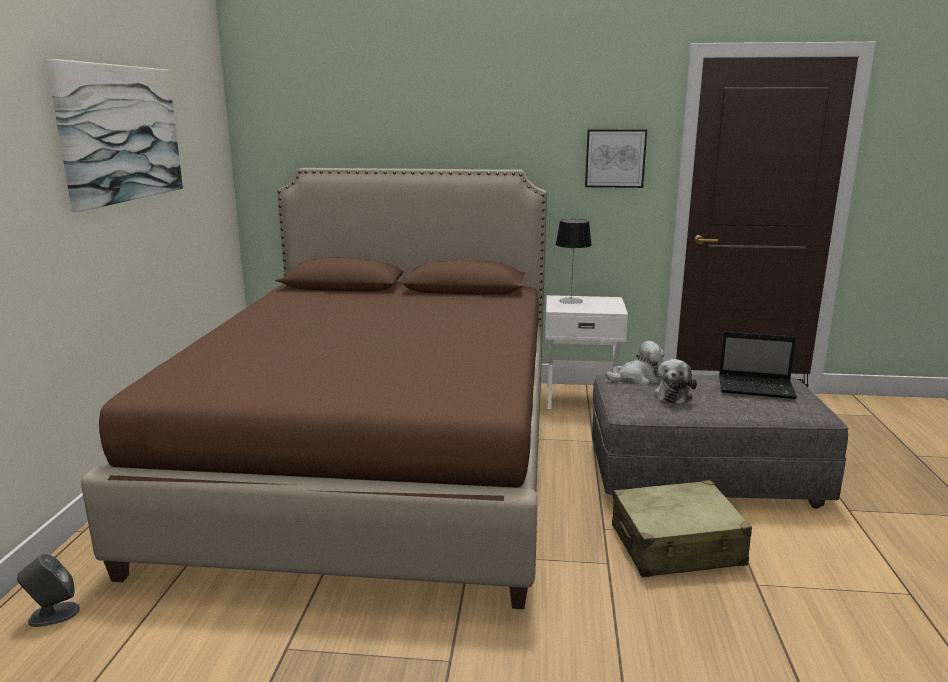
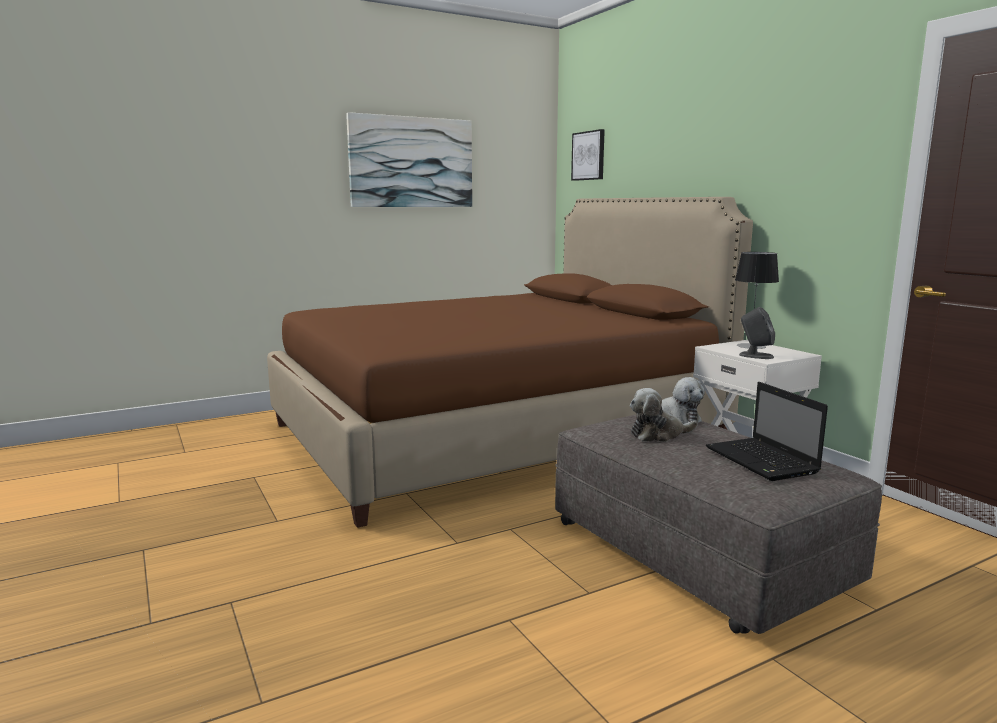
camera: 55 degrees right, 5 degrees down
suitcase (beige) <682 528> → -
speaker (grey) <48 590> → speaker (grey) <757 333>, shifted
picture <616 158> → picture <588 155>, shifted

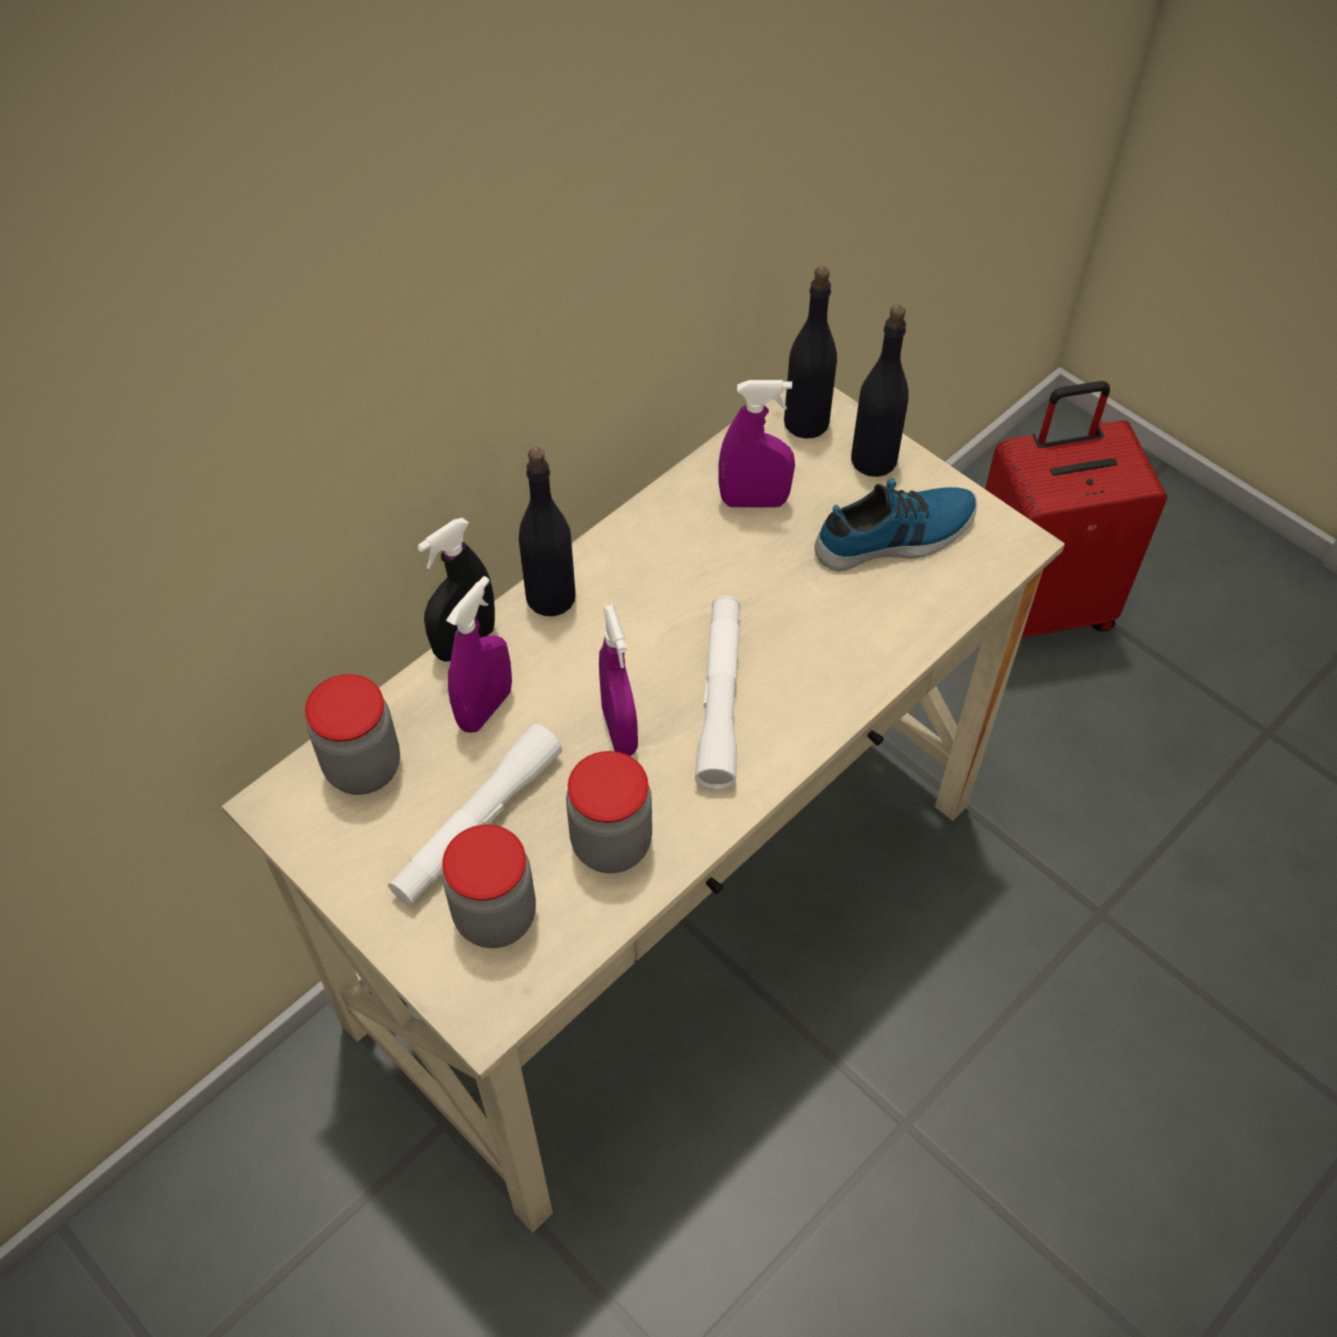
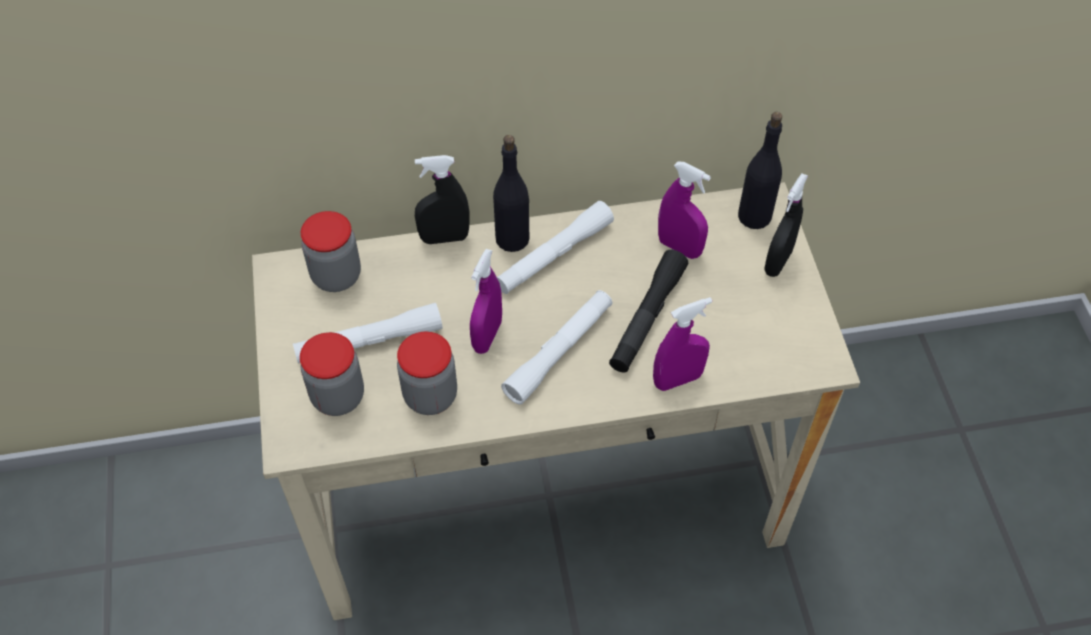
camera: 35 degrees right, 0 degrees up
shoe <895 524> → -
suitcase (red) <1076 509> → -
- → flashlight (white) <555 247>
- → flashlight (black) <648 311>
spray bottle (purple) <479 654> → spray bottle (purple) <682 344>, shifted
bottle (black) <879 391> → spray bottle (black) <786 225>

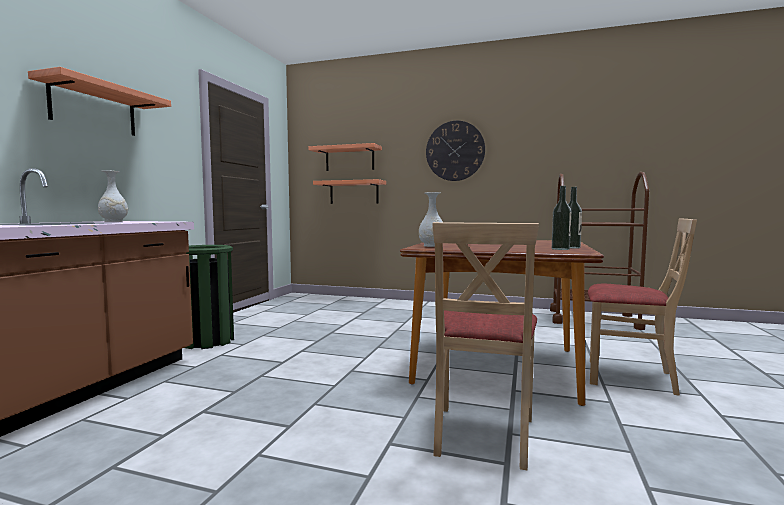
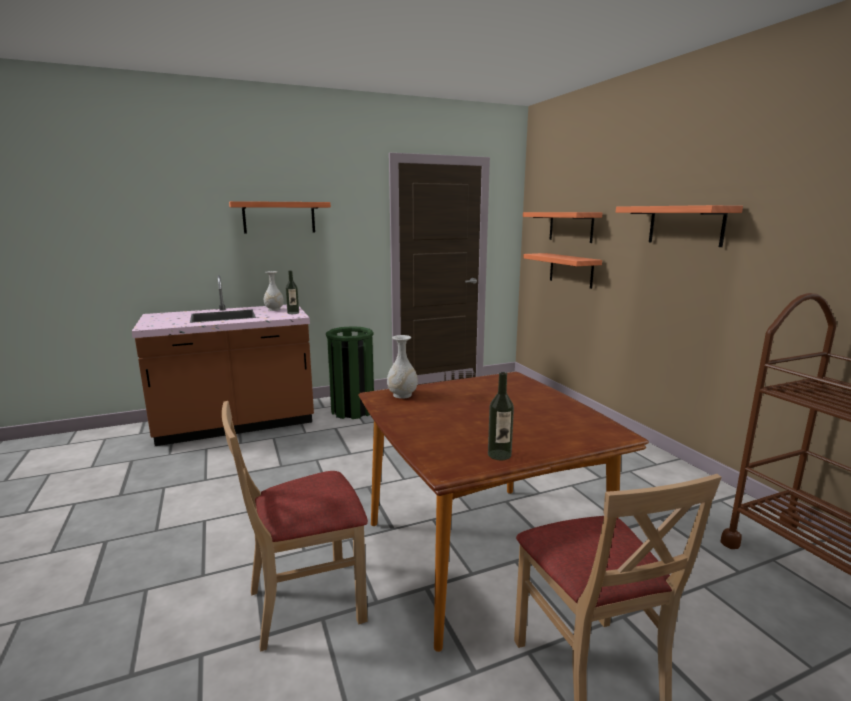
camera: 50 degrees right, 10 degrees up
bottle <561 218> → bottle <292 292>, shifted
wall clock <455 151> → shelf <679 226>

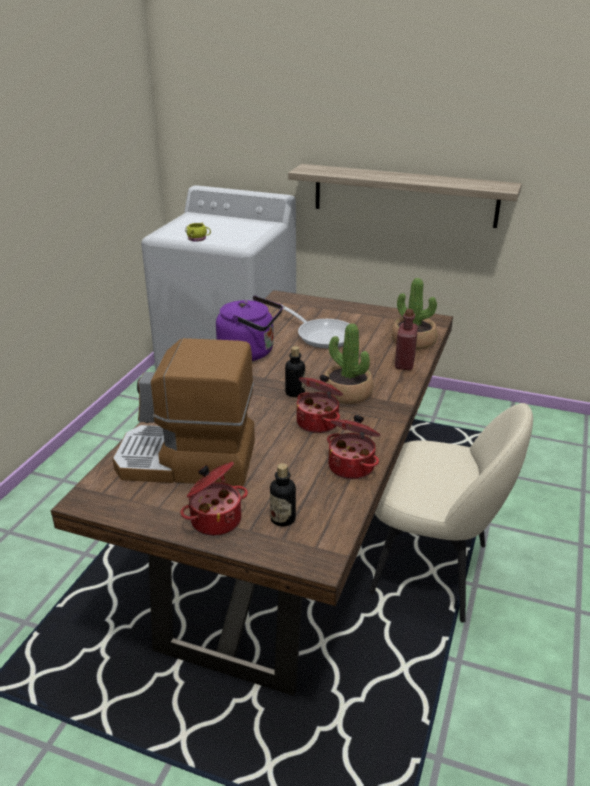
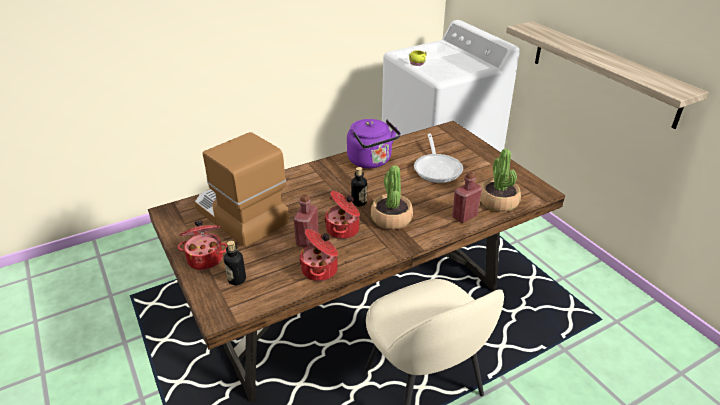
camera: 40 degrees right, 5 degrees up
- → bottle (red) <306 221>

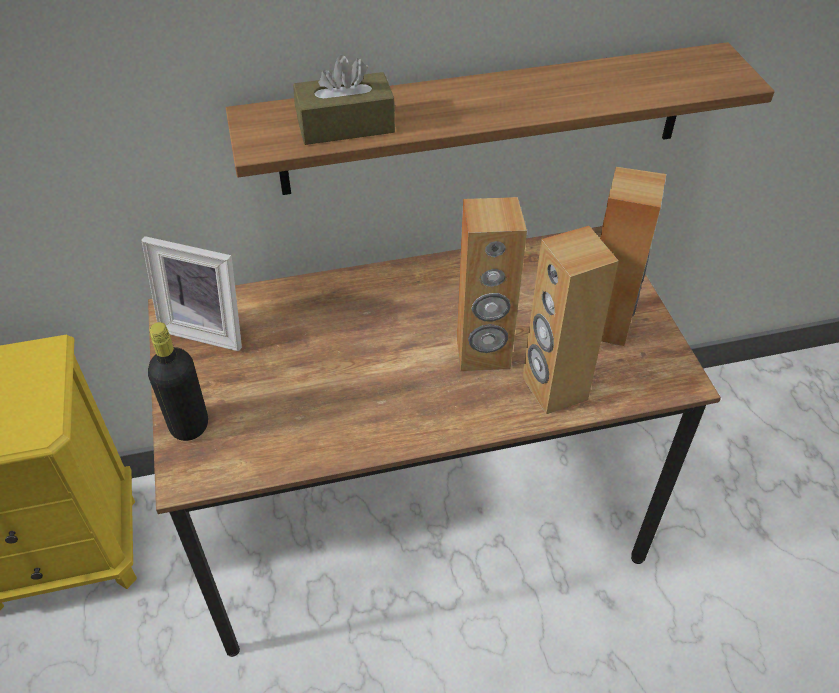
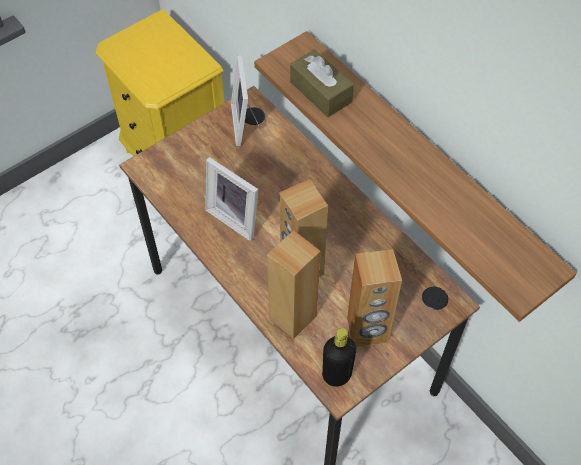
camera: 65 degrees right, 10 degrees up
- → picture frame <231 199>
bottle (black) <178 381> → bottle (black) <339 357>, shifted

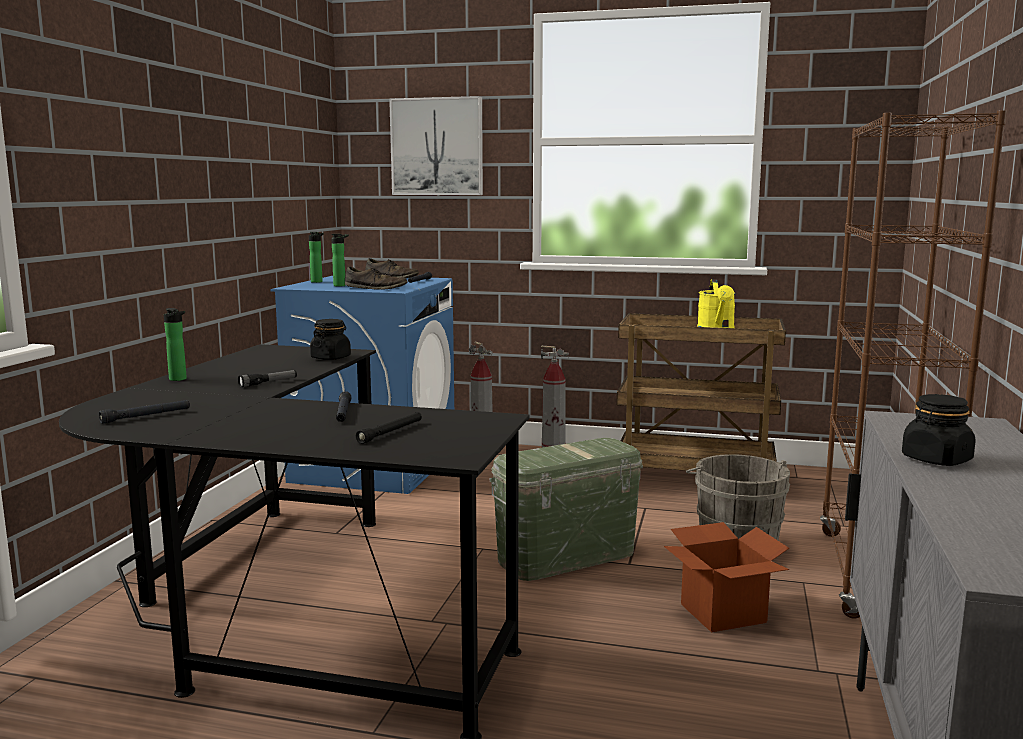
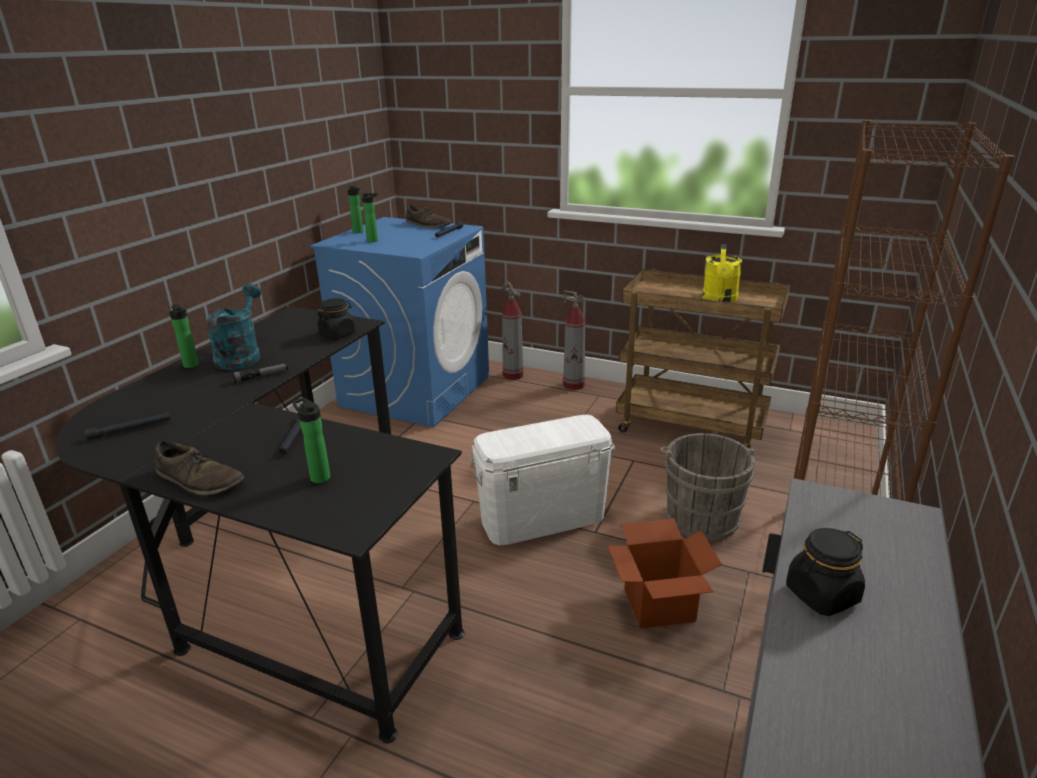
camera: 10 degrees right, 15 degrees up
picture <436 145> → -
- → watering can (turquoise) <233 327>
shoe (brown) <376 277> → shoe (brown) <199 467>, shifted
flashlight (black) <389 428> → bottle <311 440>
storage box (green) <566 509> → storage box (white) <542 480>

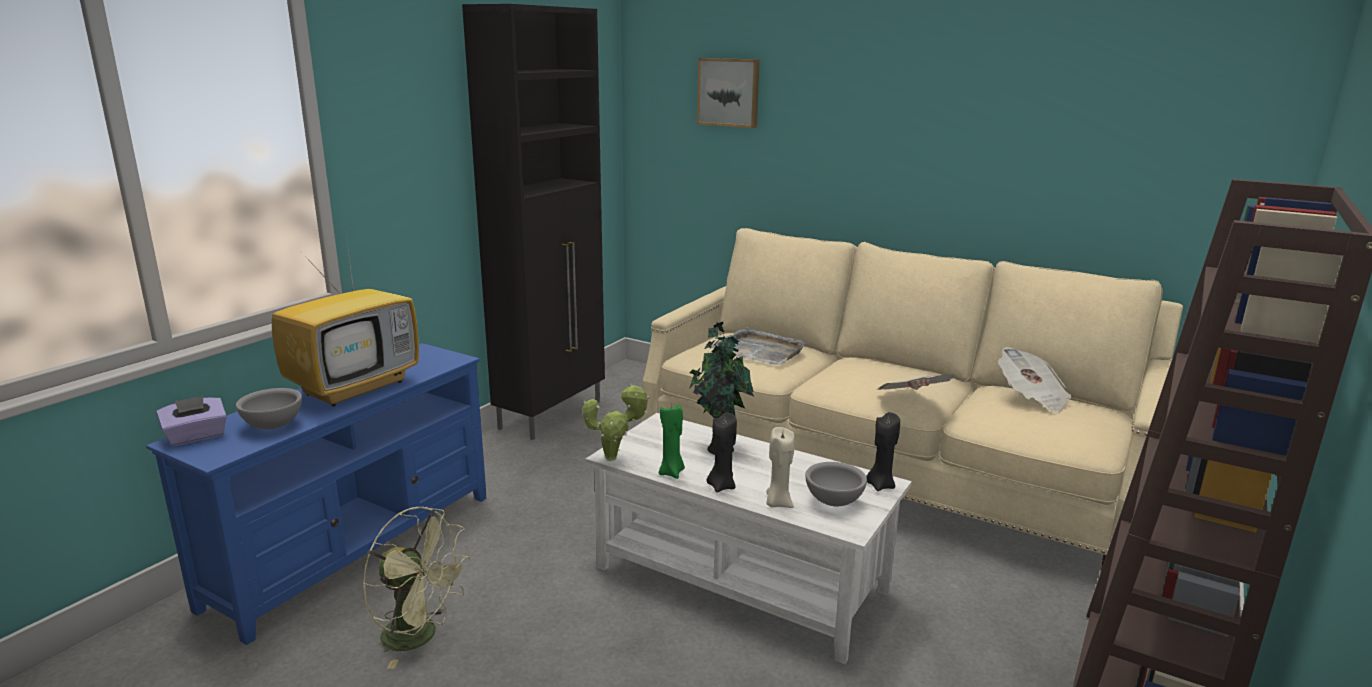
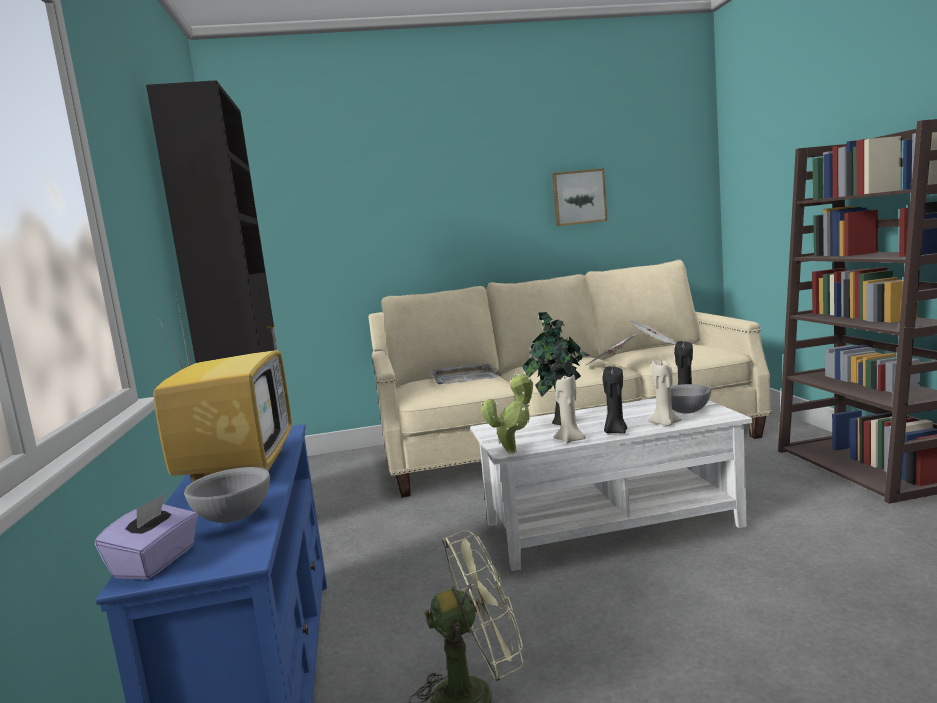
camera: 40 degrees left, 10 degrees down
picture <728 93> → picture <579 197>, shifted
candle (green) <672 441> → candle (beige) <570 409>

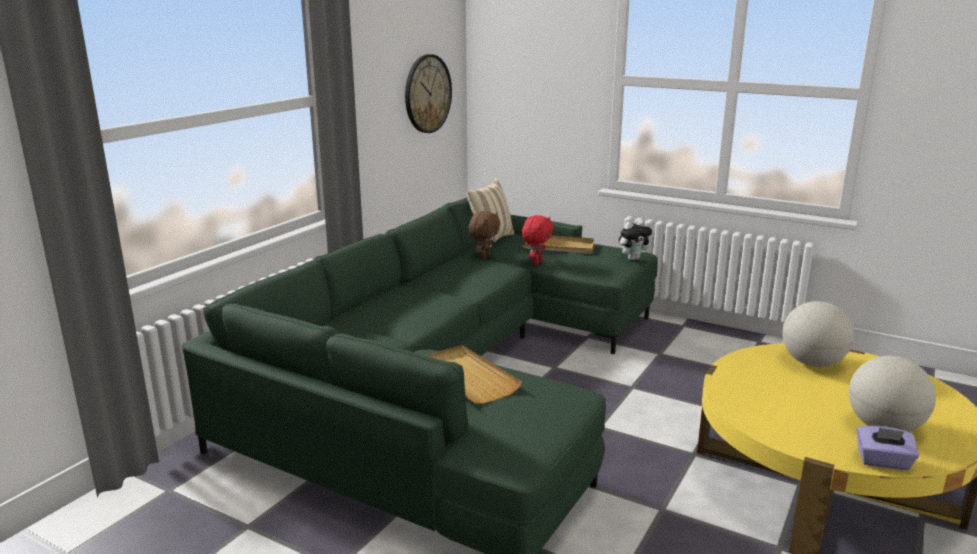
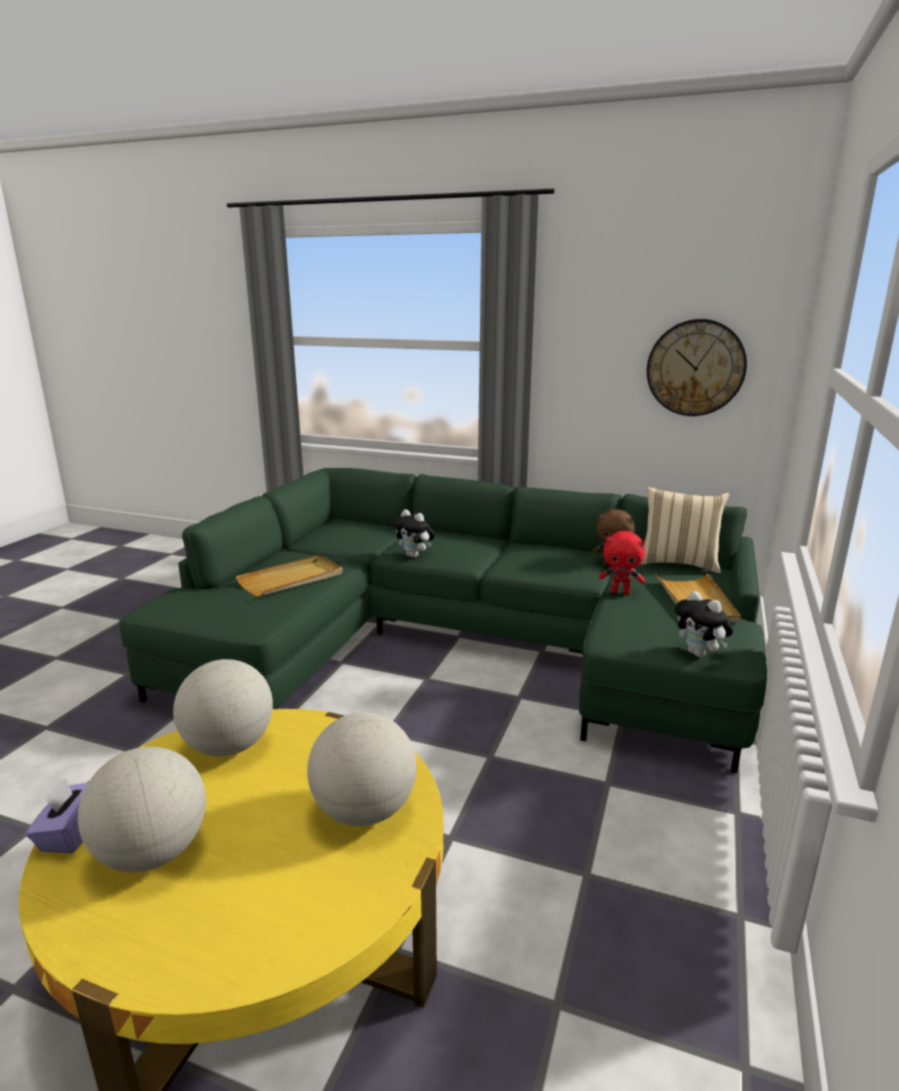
camera: 80 degrees right, 0 degrees up
- → globe <223 708>
- → plush toy <413 533>

